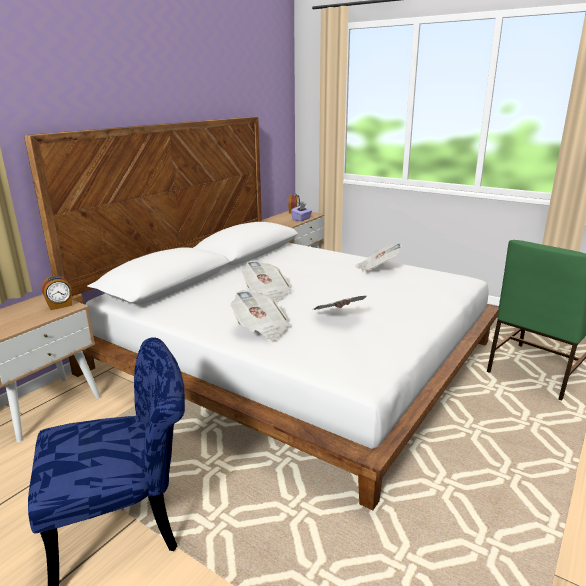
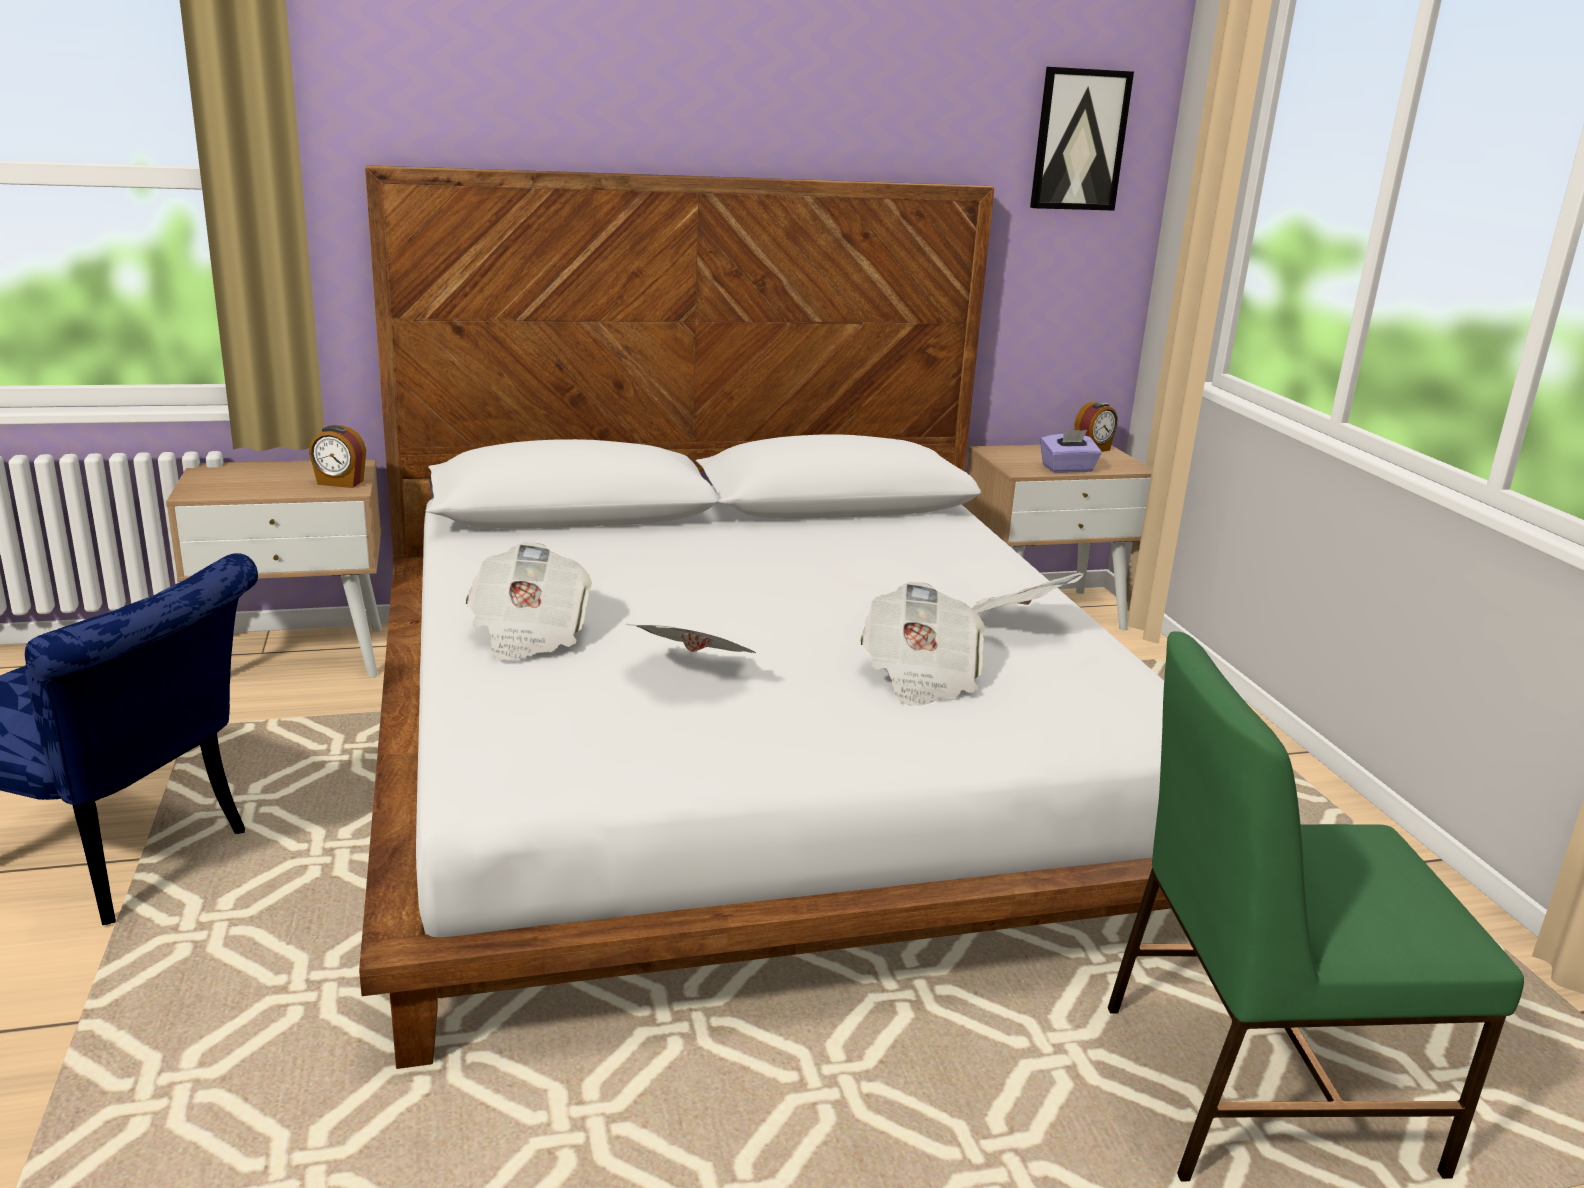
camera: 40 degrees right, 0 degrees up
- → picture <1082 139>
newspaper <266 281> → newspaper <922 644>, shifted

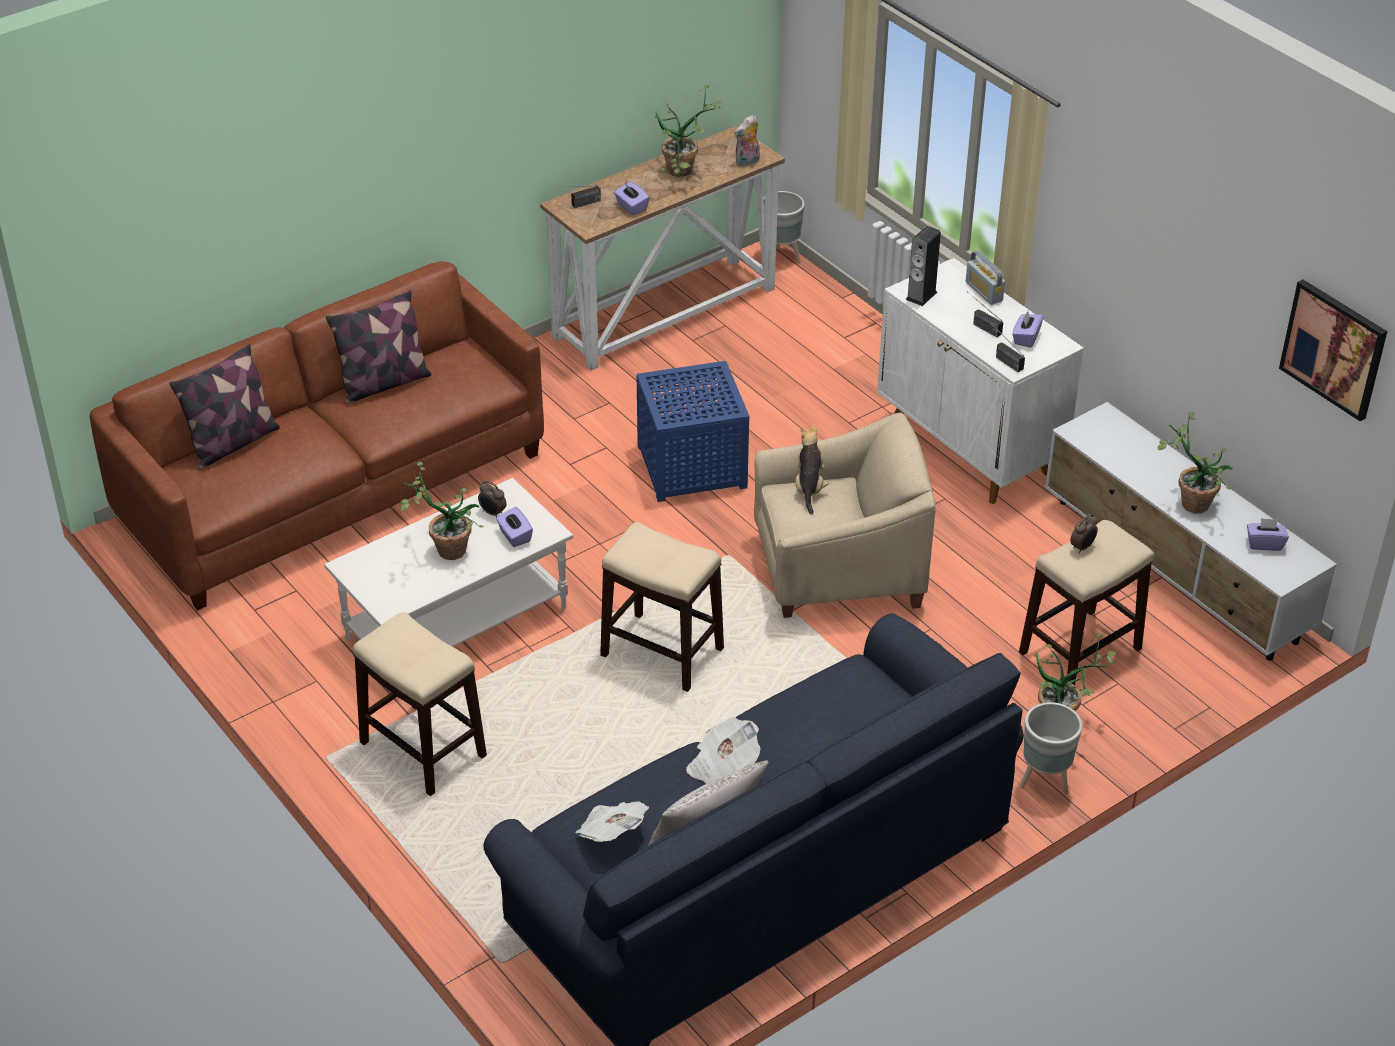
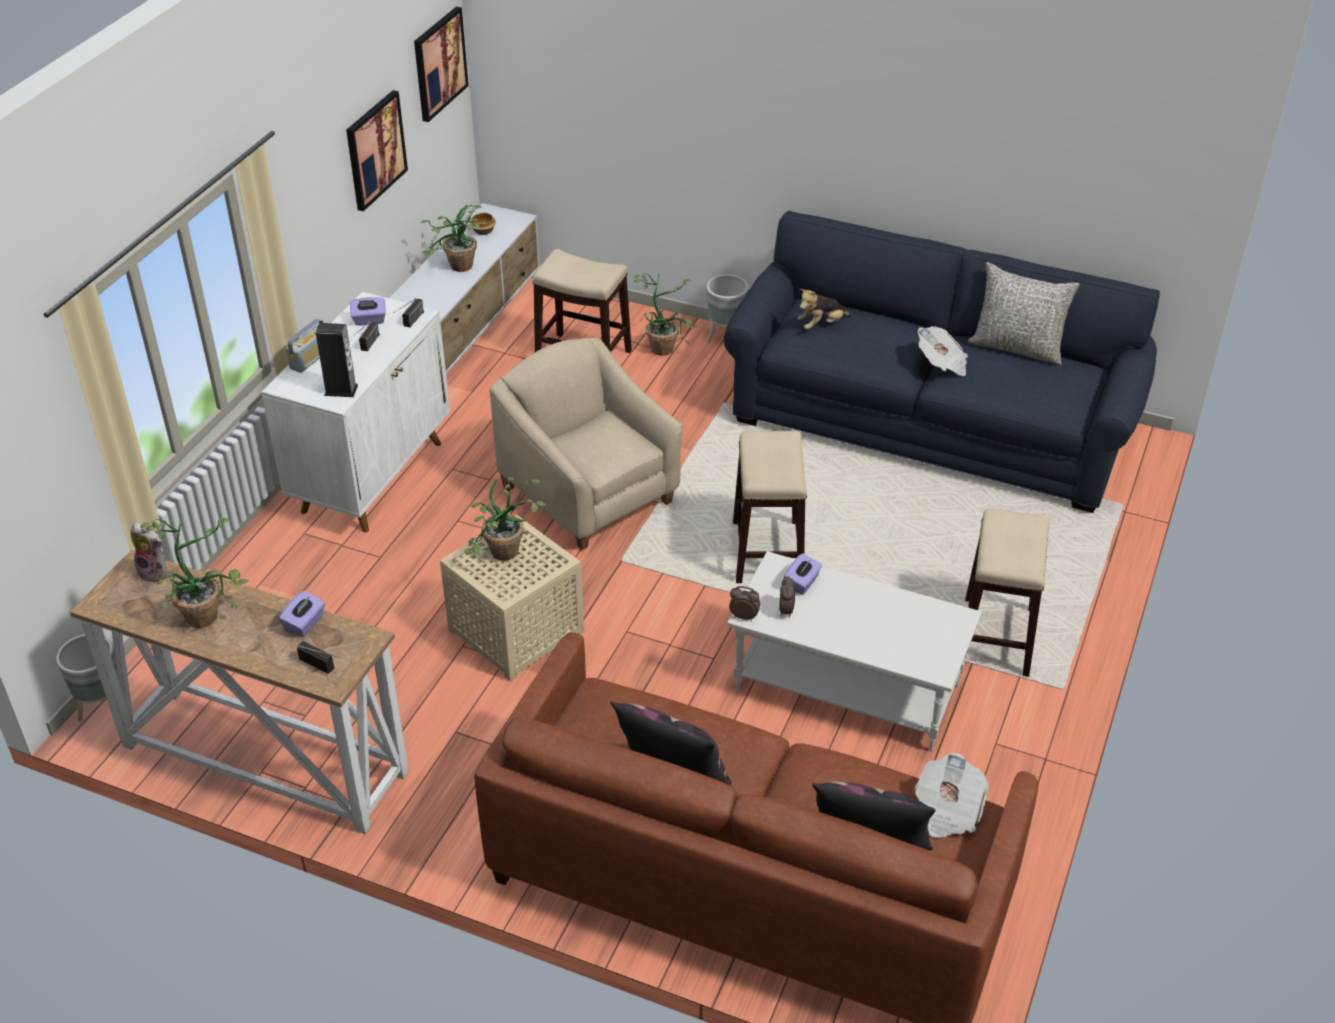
camera: 120 degrees left, 0 degrees up
- → picture <377 150>
potted plant <442 511> → potted plant <505 519>, shifted
newspaper <612 821> → newspaper <951 795>, shifted
plush toy <812 469> → plush toy <825 309>, shifted
alarm clock <1084 534> → alarm clock <744 603>, shifted
tissue box (purple) <1268 534> → bowl <483 223>
side table (blue) <693 431> → side table (beige) <512 598>

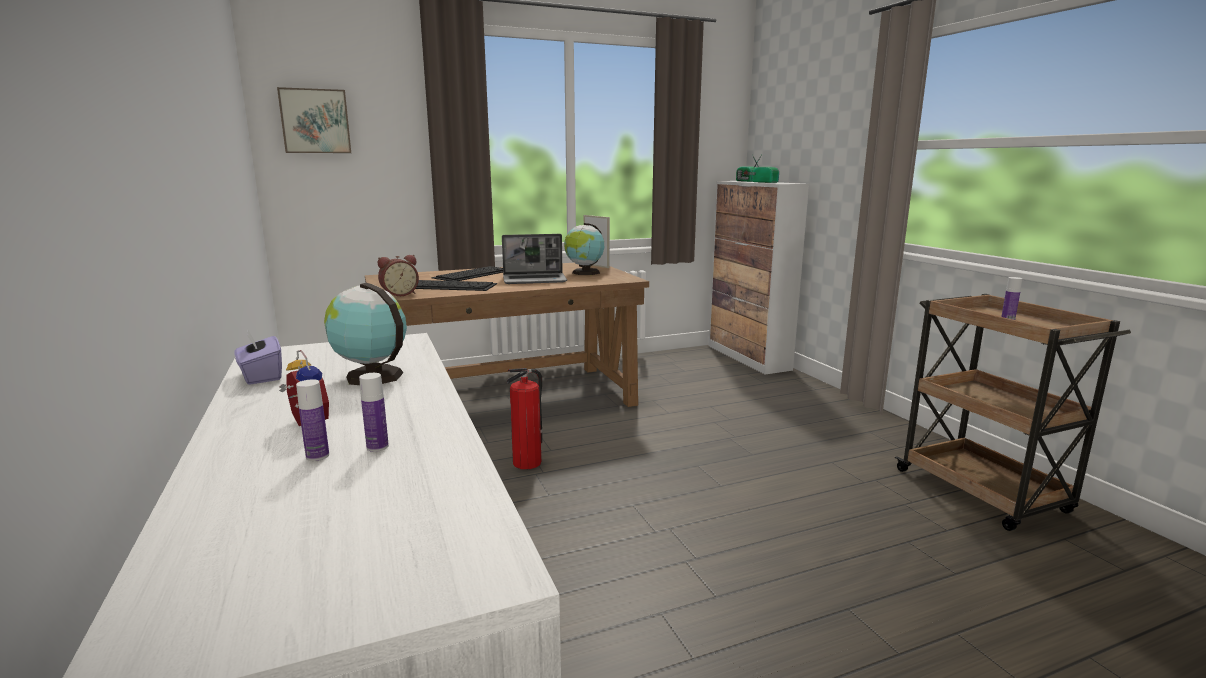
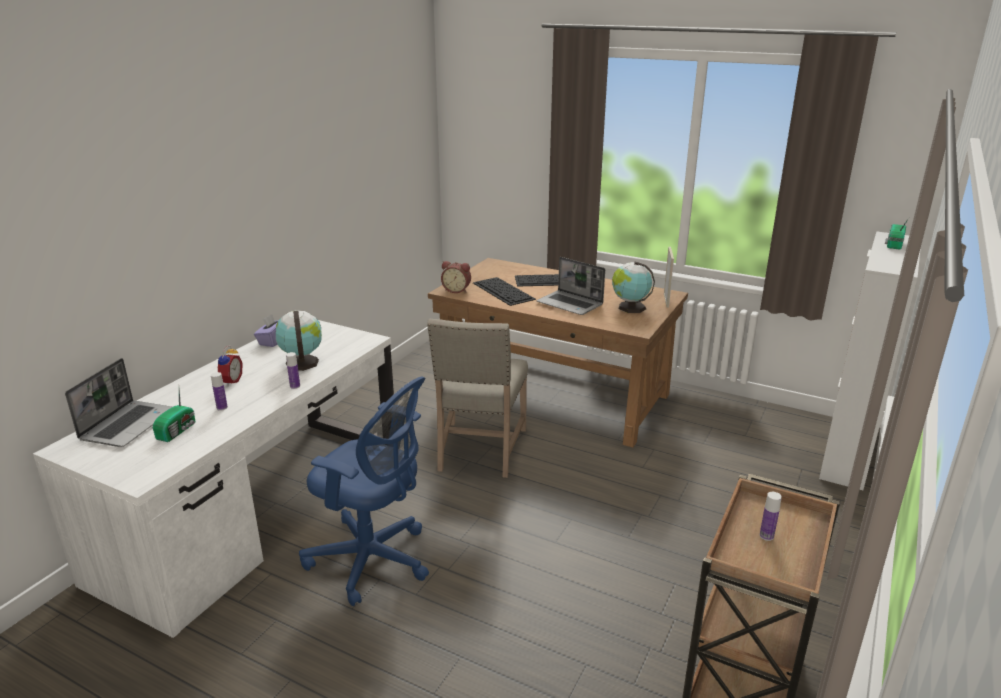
camera: 50 degrees right, 10 degrees up
picture <314 120> → -
- → laptop <118 402>
- → office chair (blue) <364 491>
bottle <312 420> → bottle <293 370>, shifted
radio <765 169> → radio <174 415>, shifted
fire extinguisher <524 418> → chair (beige) <477 398>

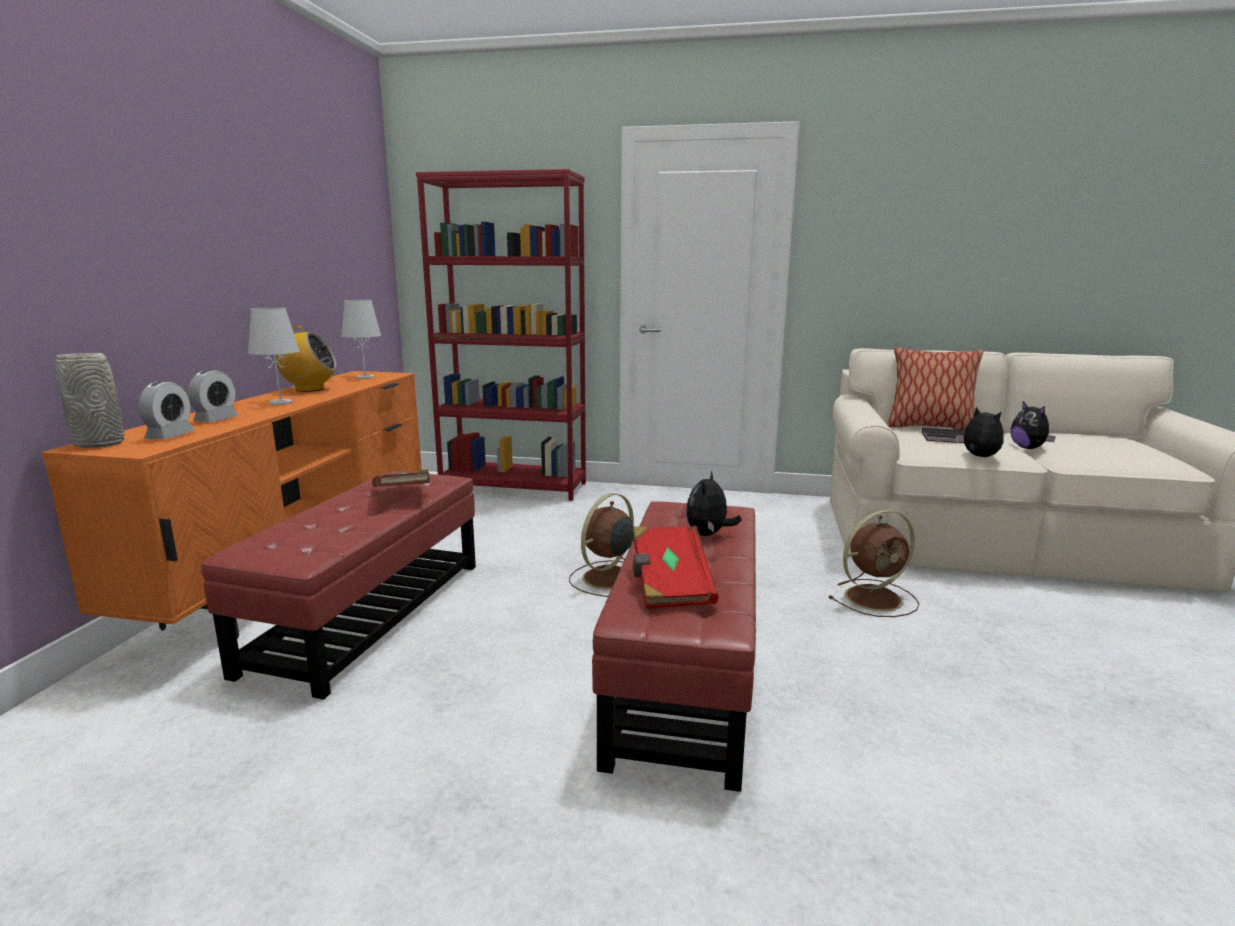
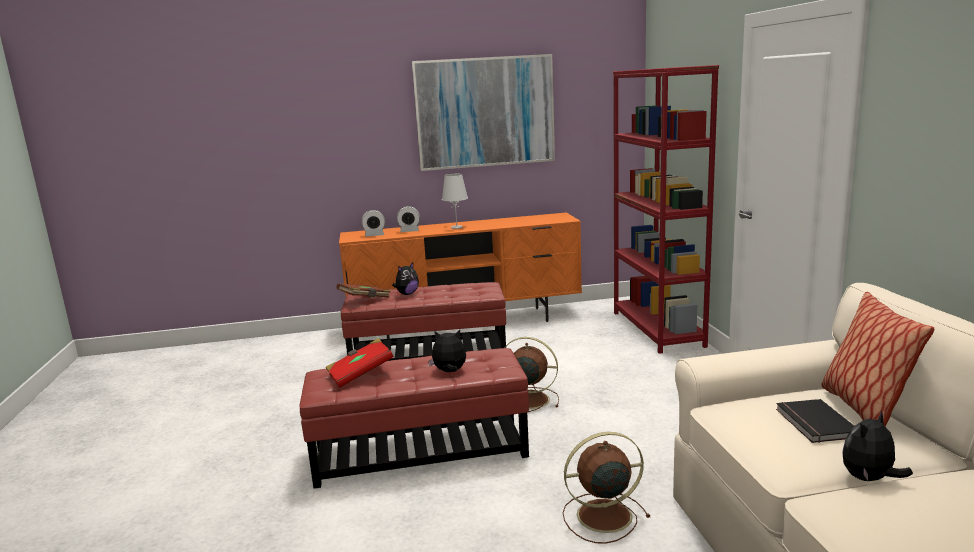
camera: 70 degrees right, 0 degrees up
vase (grey) <90 400> → -
radio <306 359> → -
table lamp (white) <361 339> → -
- → picture <483 112>
book (brown) <401 478> → book (brown) <364 291>, shifted
plush toy <980 431> → plush toy <405 279>, shifted
fan (brown) <873 563> → fan (brown) <606 488>, 120 degrees clockwise

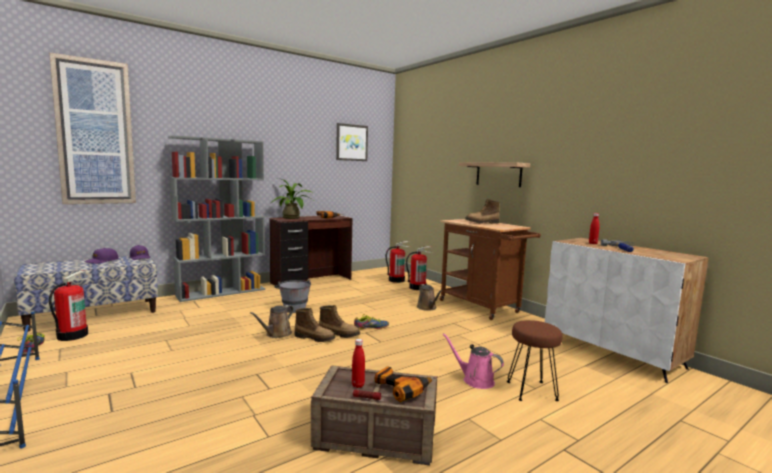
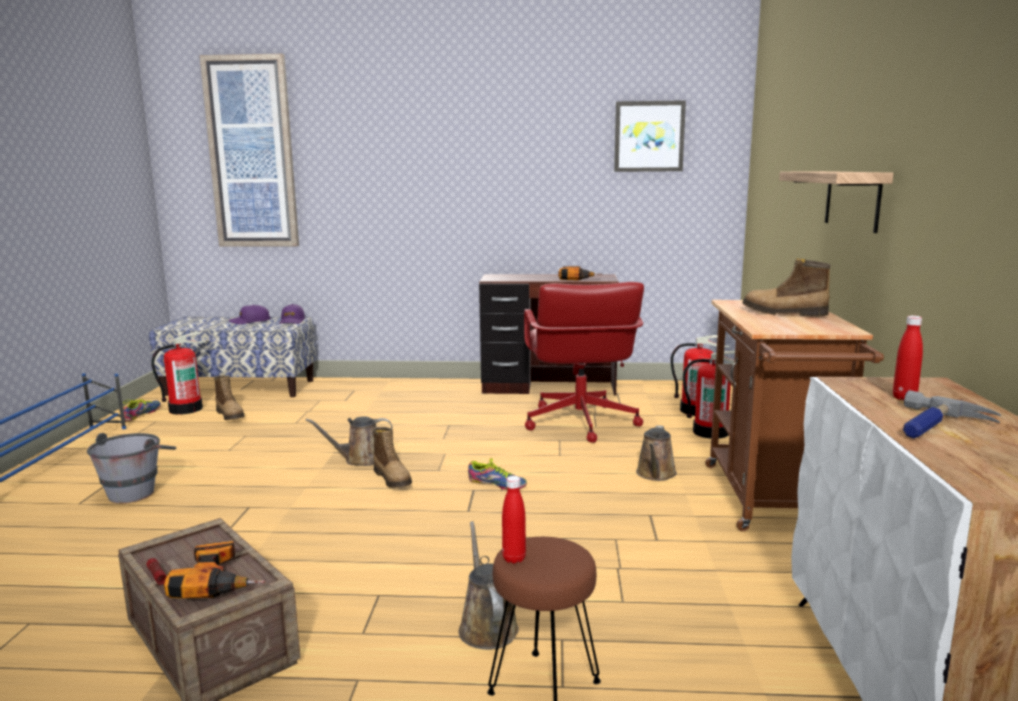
camera: 40 degrees right, 5 degrees up
bookcase (grey) <216 218> → -
potted plant <292 198> → -
- → office chair (red) <584 362>
bucket (grey) <293 296> → bucket (grey) <131 468>, shifted
boot <339 321> → boot <229 397>, shifted
bottle (red) <358 363> → bottle (red) <514 520>, shifted
watering can (pink) <473 361> → watering can (brown) <489 585>

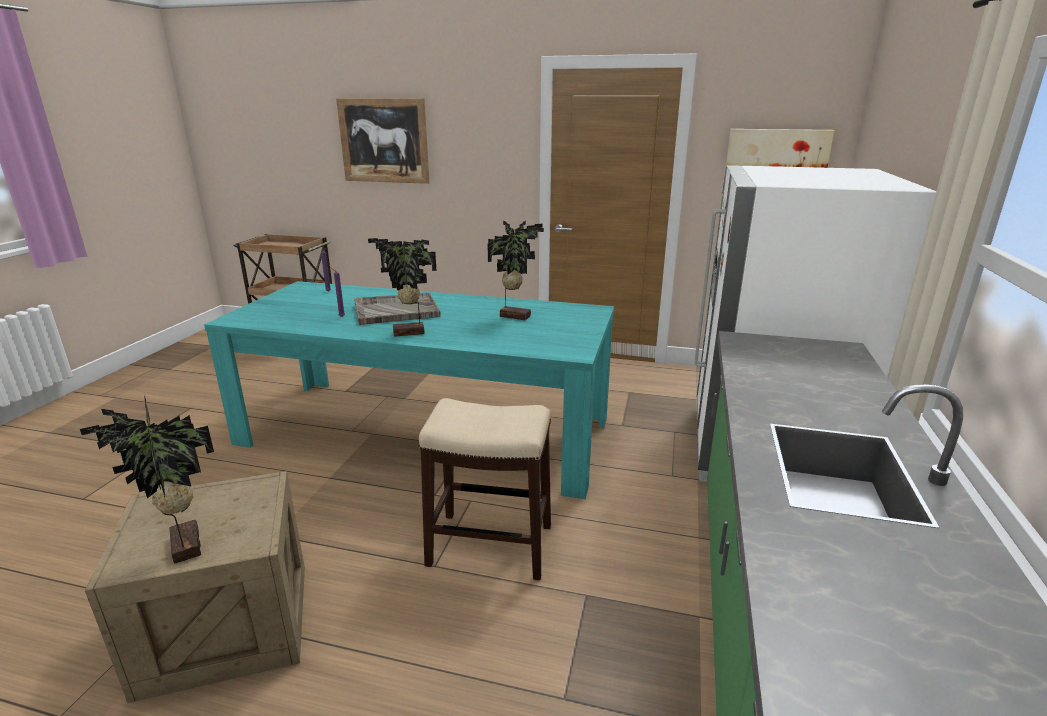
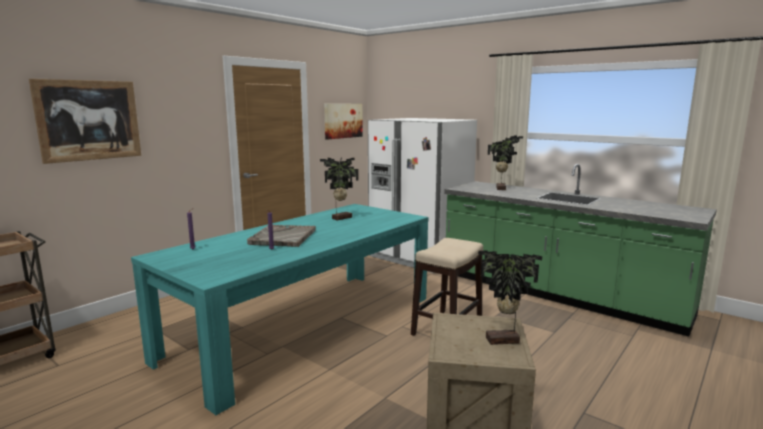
camera: 65 degrees left, 10 degrees down
potted plant <402 287> → potted plant <505 162>, shifted

